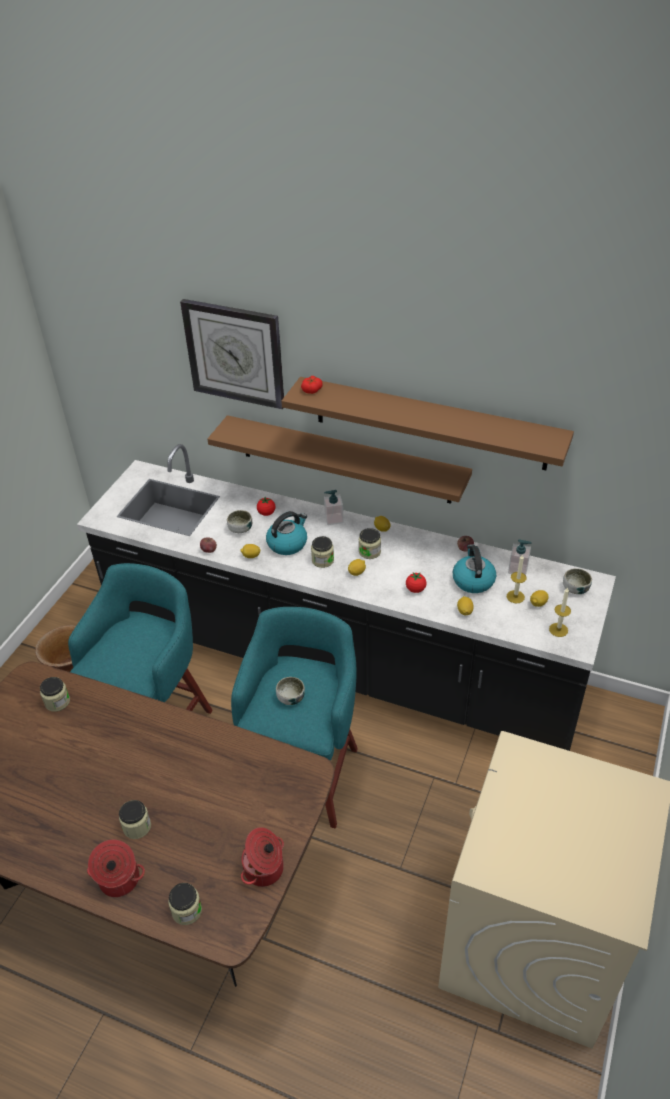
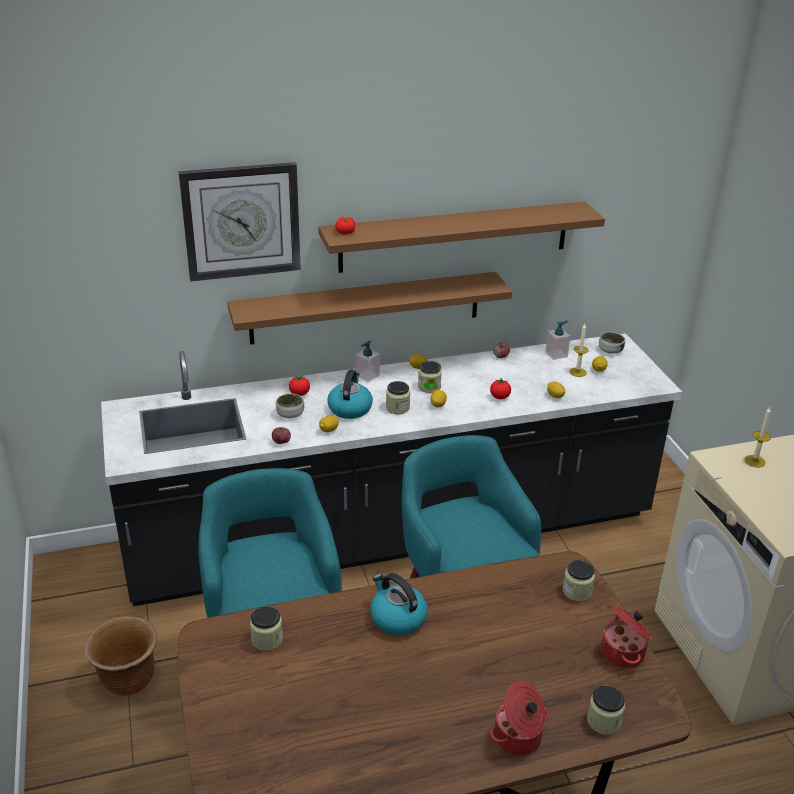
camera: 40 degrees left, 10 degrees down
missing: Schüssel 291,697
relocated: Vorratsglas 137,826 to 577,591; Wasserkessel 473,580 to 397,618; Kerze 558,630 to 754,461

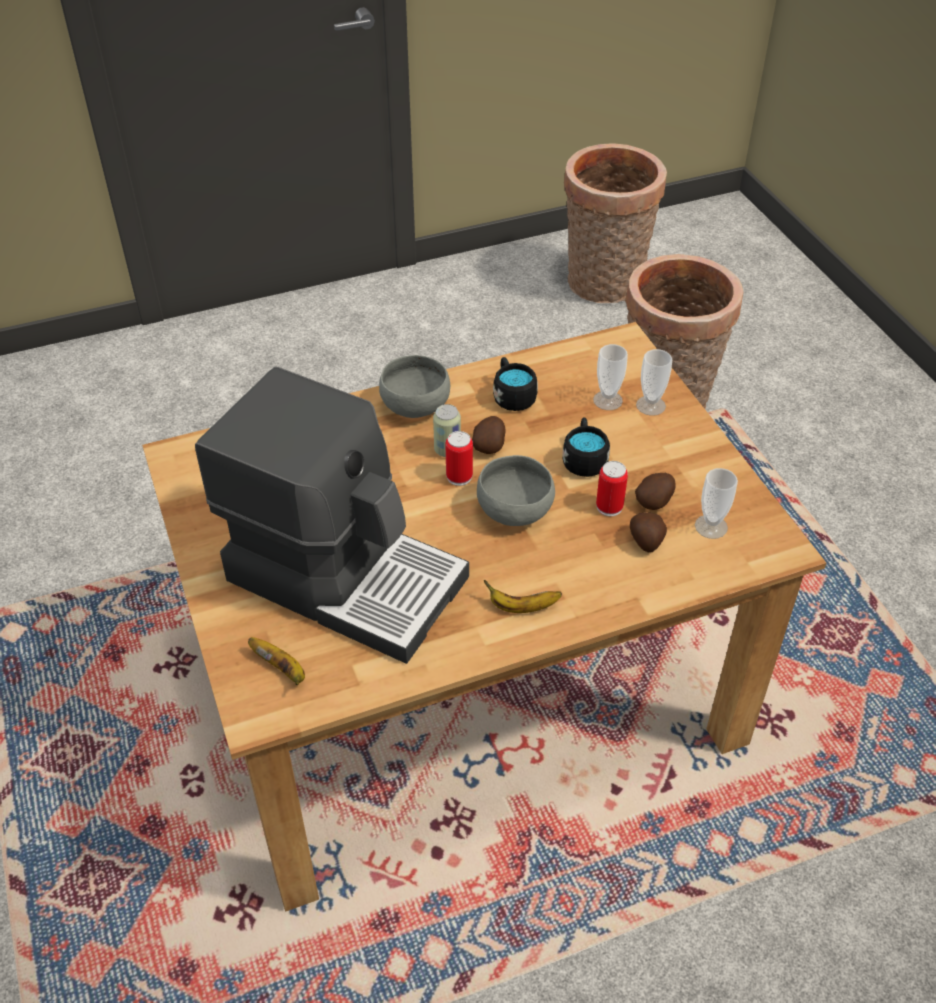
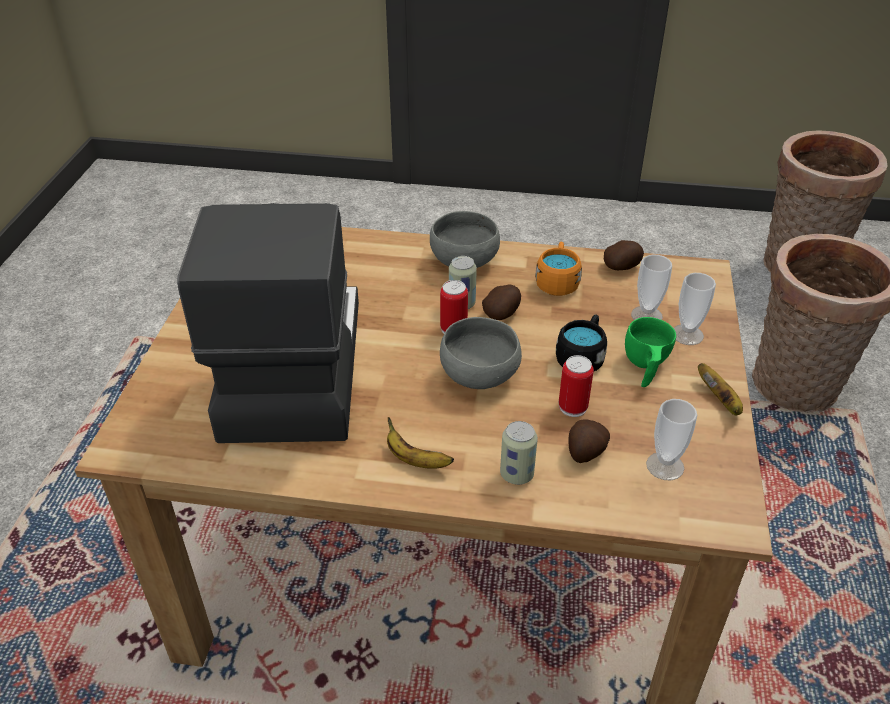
camera: 30 degrees right, 5 degrees down
appeared: Dose 516,474; Tasse/grün 645,367
relocated: Banane 282,669 to 720,401; Kartoffel 655,501 to 622,267
colour: Henkelbecher/schwarz 512,396 to Henkelbecher/orange 557,281
spun: Kaffeemaschine 346,575 = 290,370 150 degrees counterclockwise

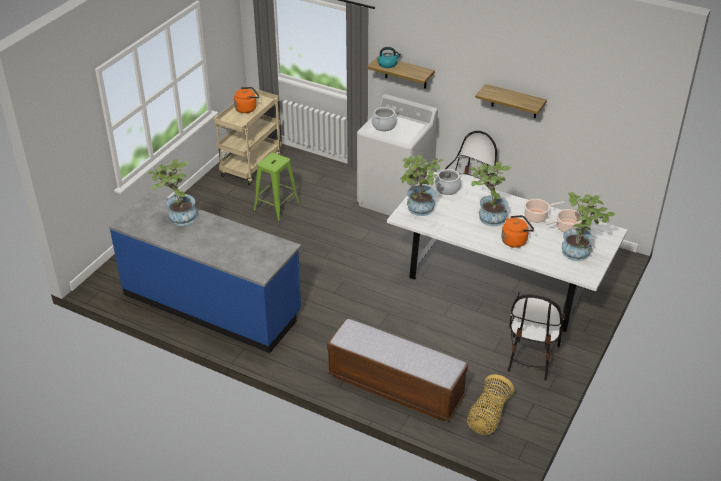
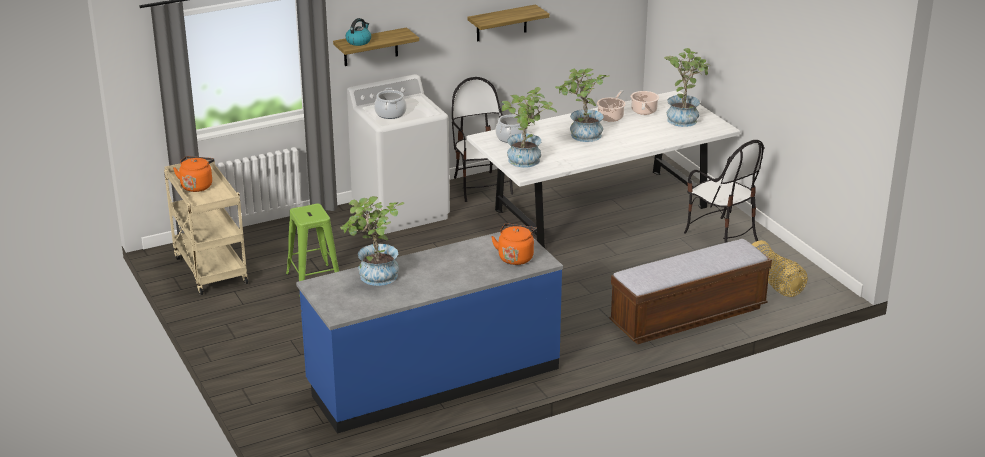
camera: 55 degrees left, 10 degrees down
relocated: Wasserkessel/orange 515,240 to 516,257

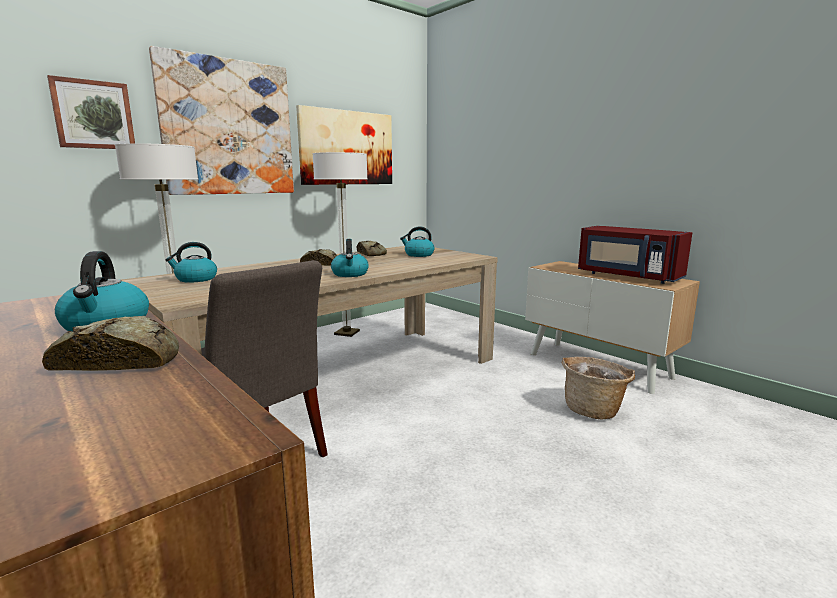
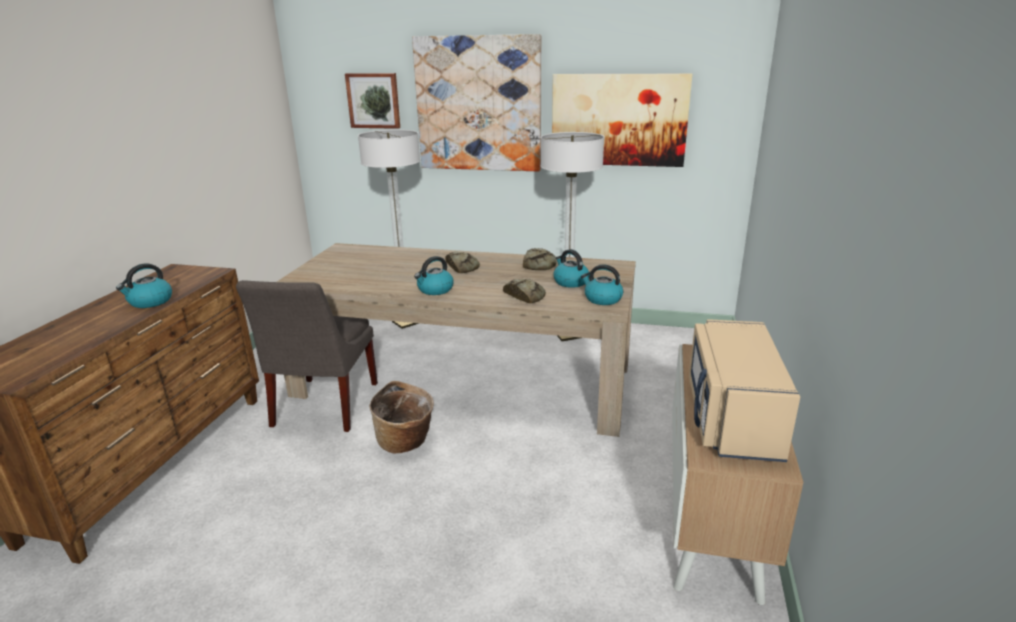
camera: 55 degrees right, 10 degrees up
relocated: Brot 120,360 to 525,295; Wasserkessel 195,279 to 602,299; Korb 593,410 to 405,442
colour: Mikrowelle/rot 628,276 to Mikrowelle/beige 731,418

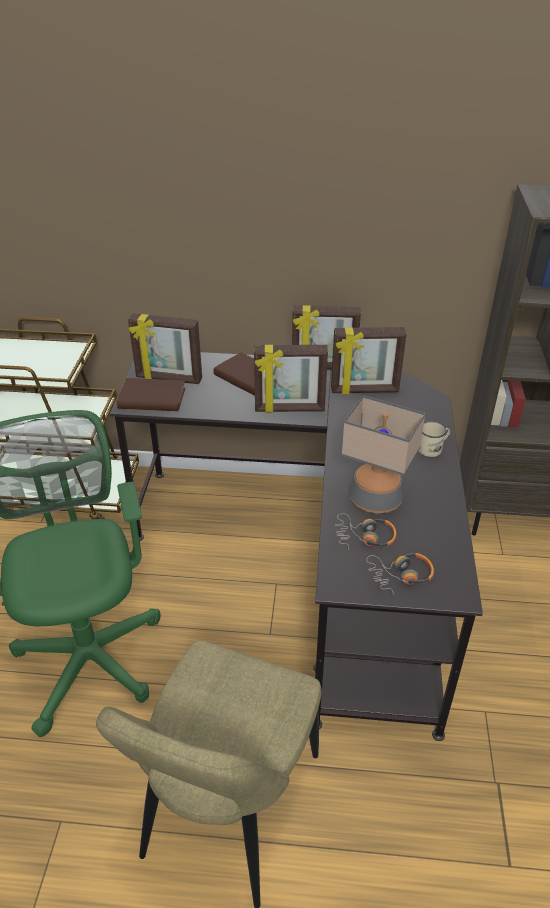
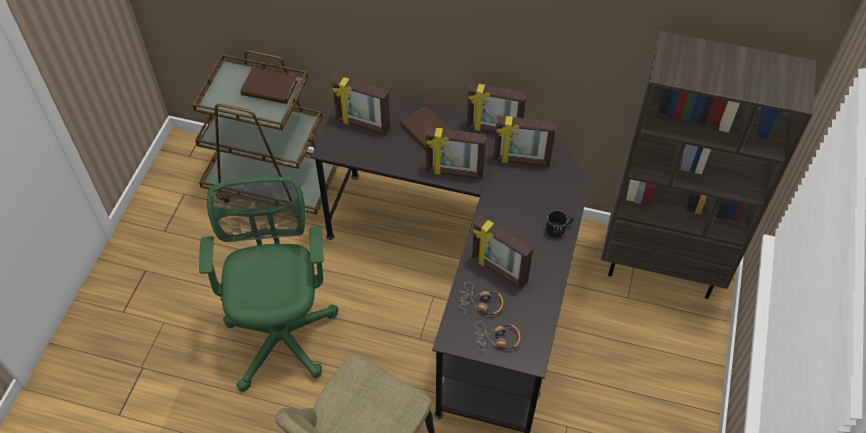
camera: 10 degrees right, 15 degrees up
relocated: Buch/braun 152,398 to 269,88
exchanged: Tischlampe 375,499 to Bilderrahmen 498,271
colour: Henkelbecher/beige 433,448 to Henkelbecher/schwarz 558,229

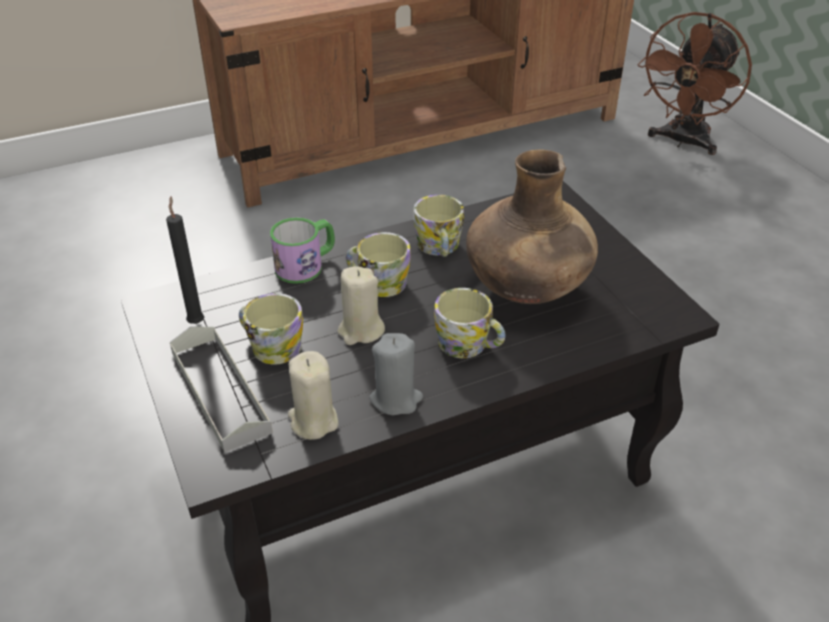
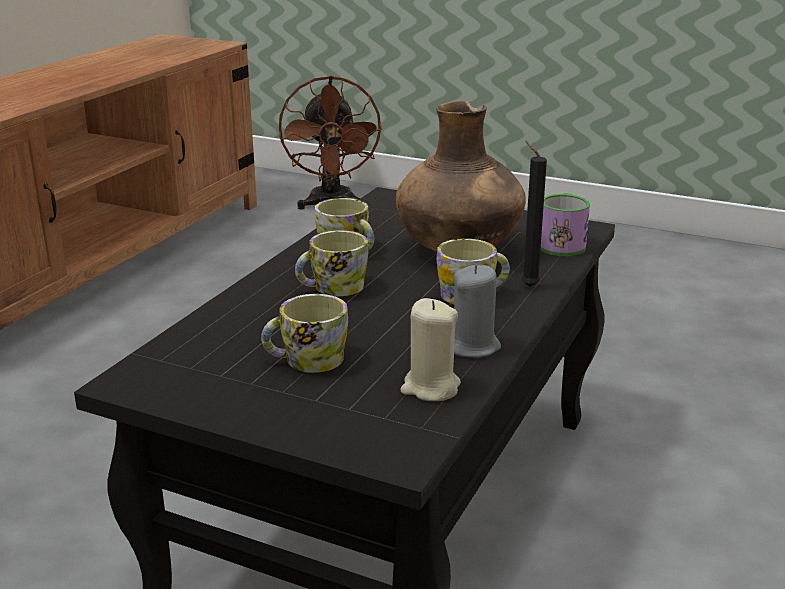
camera: 40 degrees left, 15 degrees down
missing: Tablett/grau 220,391; Kerze/beige 360,330
relocated: Kerze/schwarz 196,321 to 527,286; Henkelbecher 306,265 to 562,243

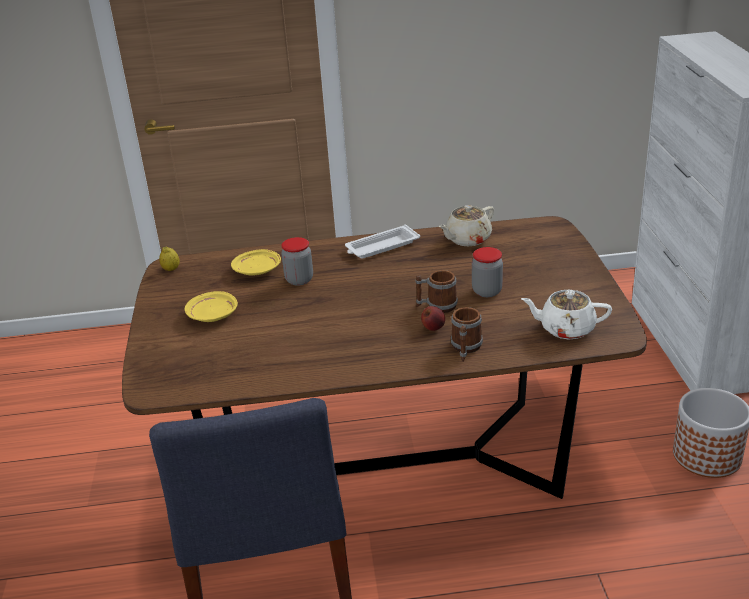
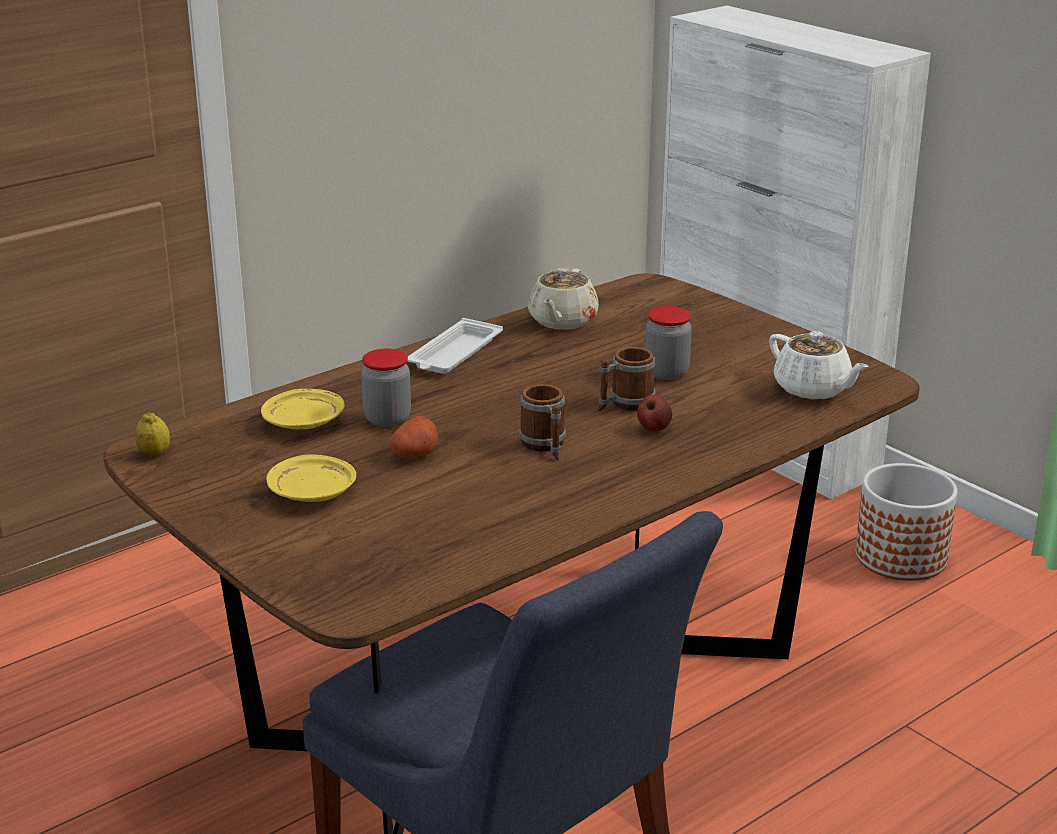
camera: 35 degrees left, 5 degrees down
appeared: Kartoffel 415,454
relocated: Henkelbecher 465,349 to 545,446
spun: Teekanne/weiß 566,328 = 813,389 105 degrees counterclockwise

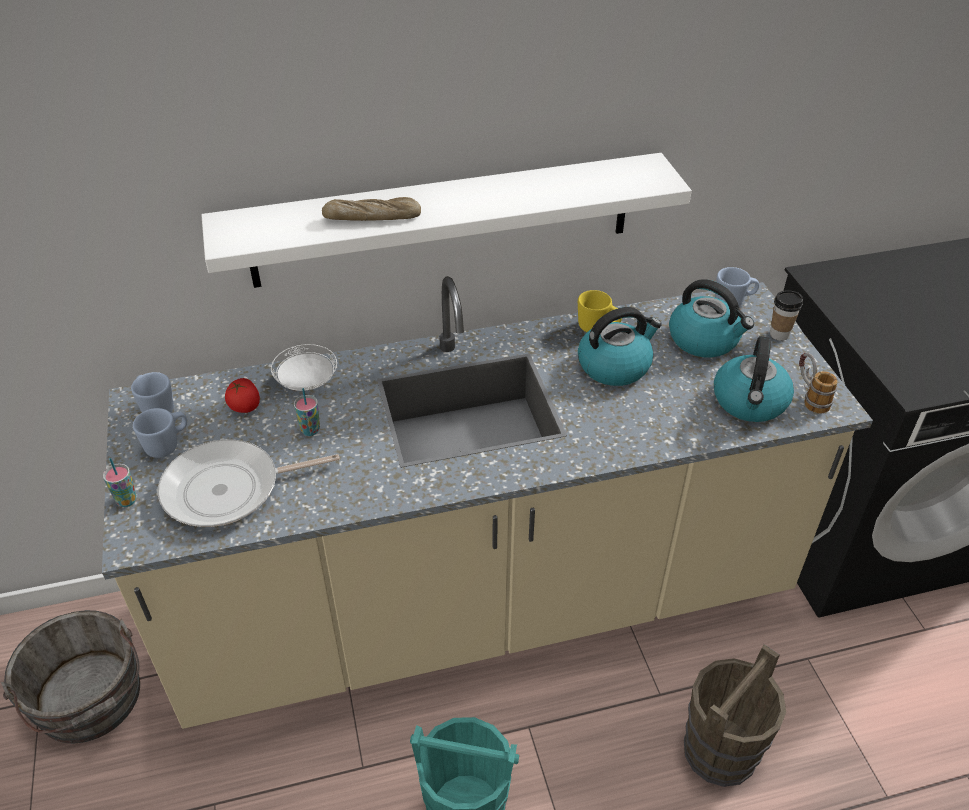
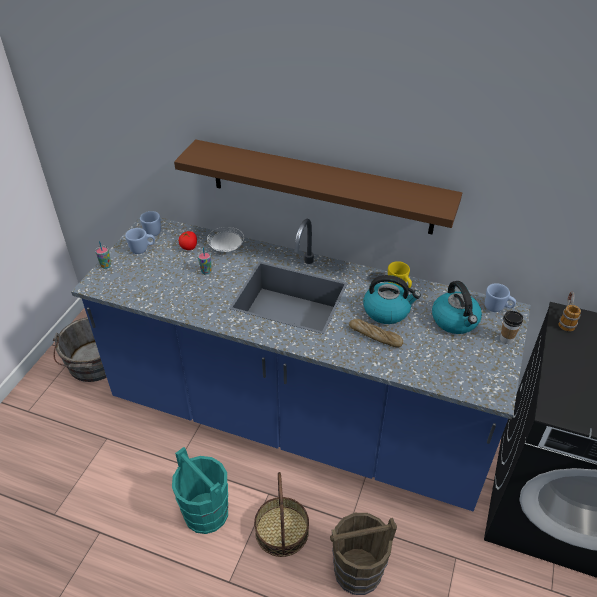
camera: 35 degrees right, 0 degrees up
missing: Pfanne 229,489; Wasserkessel 750,402
appeared: Korb 281,530
relocated: Brot 372,217 to 375,336; Henkelbecher 809,397 to 566,320
colour: Küchenzeile/beige 484,601 to Küchenzeile/blau 298,419; Wandregal/weiß 443,220 to Wandregal/braun 320,187

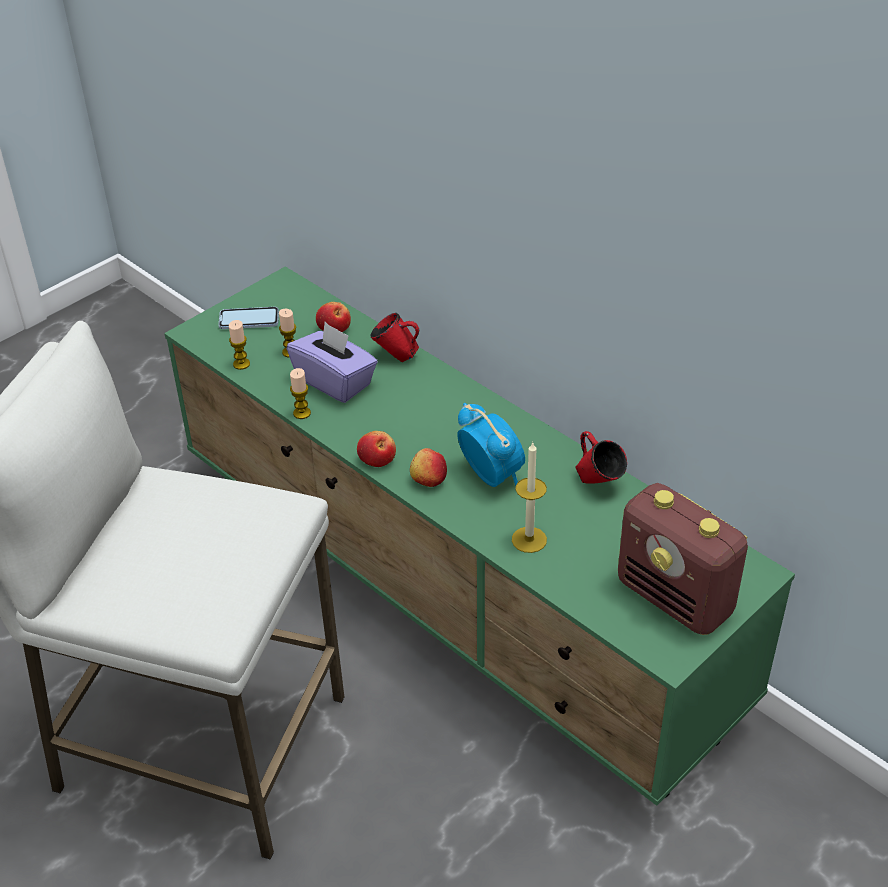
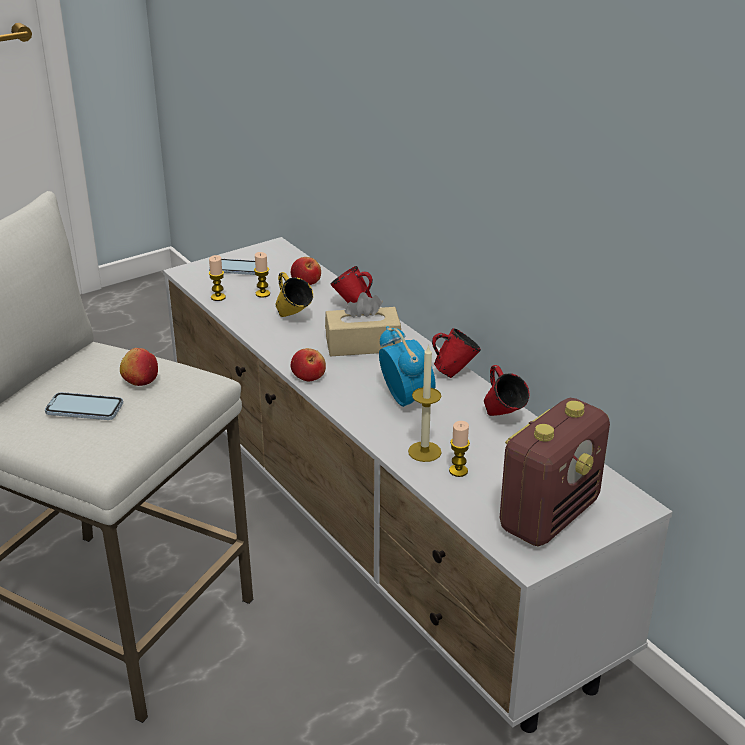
camera: 10 degrees right, 10 degrees down
appeared: Handy 84,408; Taschentuchbox/beige 362,344; Henkelbecher/rot 454,372
relocated: Kerze 302,413 to 458,471; Apfel 428,479 to 140,381
exchanged: Taschentuchbox/lila 335,381 to Henkelbecher/gelb 293,318
colour: Fernsehschrank/grün 450,595 to Fernsehschrank/weiß 374,533
spun: Radio 676,598 = 549,515 105 degrees counterclockwise

